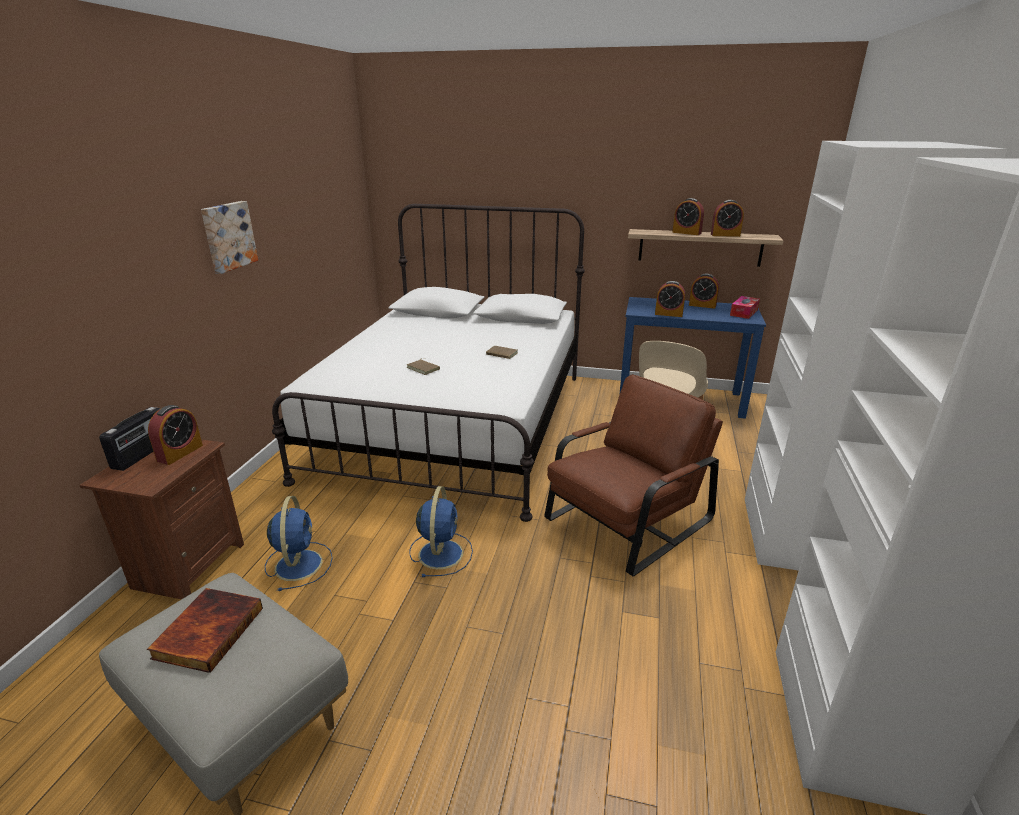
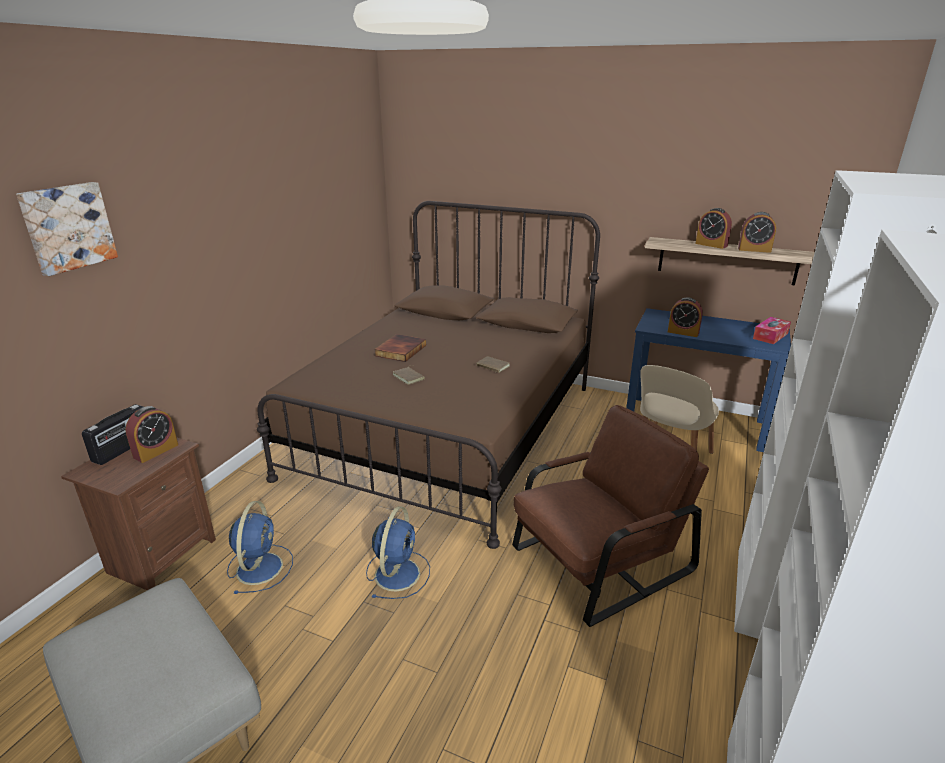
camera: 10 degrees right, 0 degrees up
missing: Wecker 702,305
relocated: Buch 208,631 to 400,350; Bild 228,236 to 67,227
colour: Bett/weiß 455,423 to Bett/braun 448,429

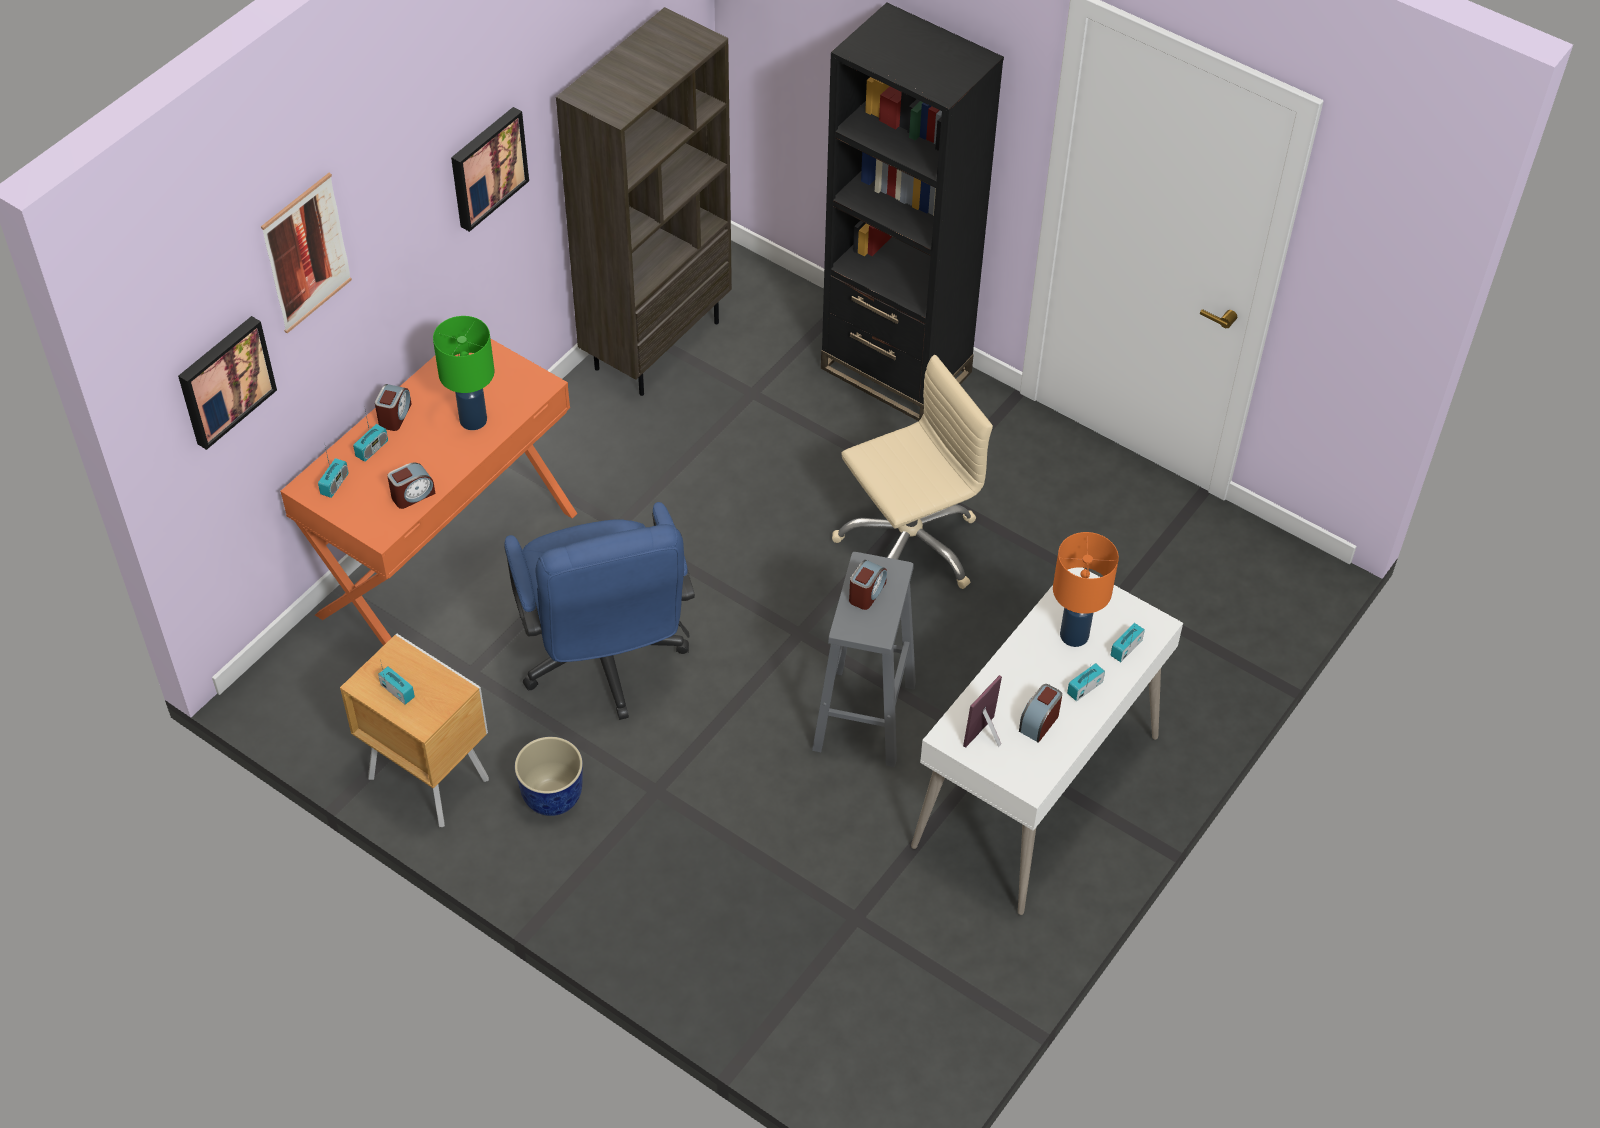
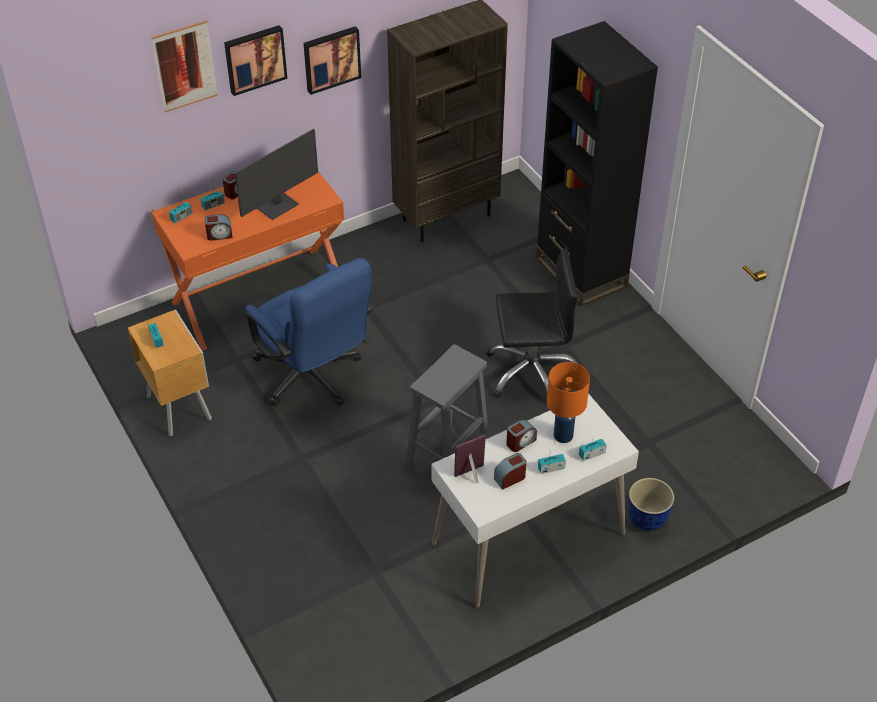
camera: 25 degrees right, 5 degrees down
relocated: Bild 224,380 to 254,59; Pflanzkübel 551,797 to 646,519; Wecker 867,593 to 520,442
exchanged: Tischlampe/grün 473,419 to Monitor 277,206
colour: Bürostuhl/beige 908,545 to Bürostuhl/schwarz 531,372
spun: Bürostuhl/blau 605,663 = 314,379 45 degrees counterclockwise

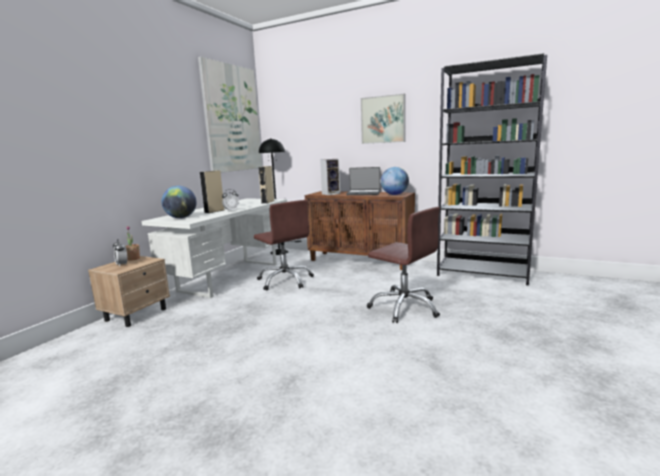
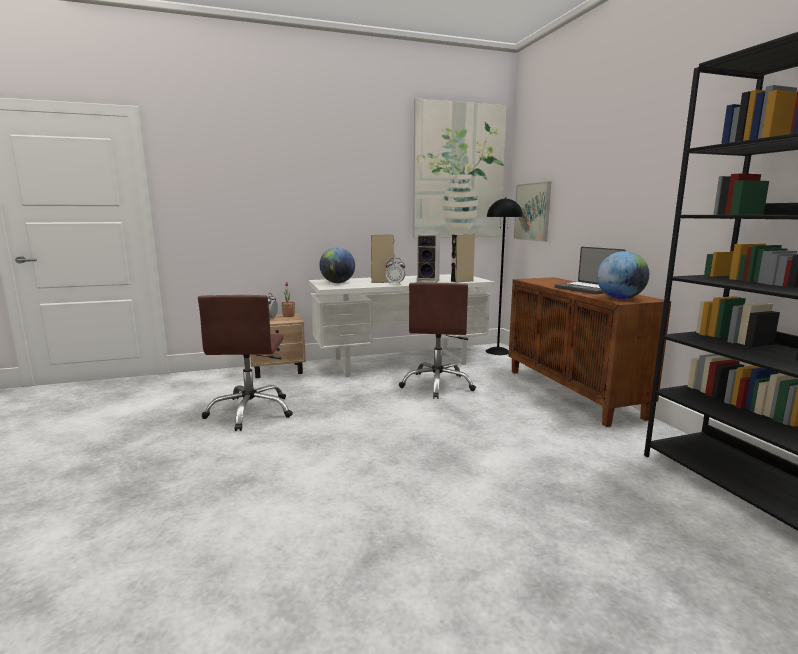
camera: 45 degrees right, 0 degrees up
relocated: Lautsprecher 331,193 to 429,281; Bild 383,119 to 532,212; Bürostuhl/braun 404,307 to 251,412

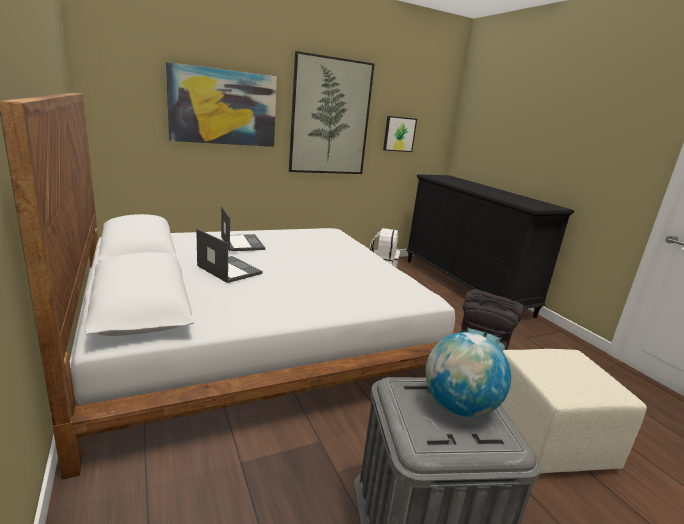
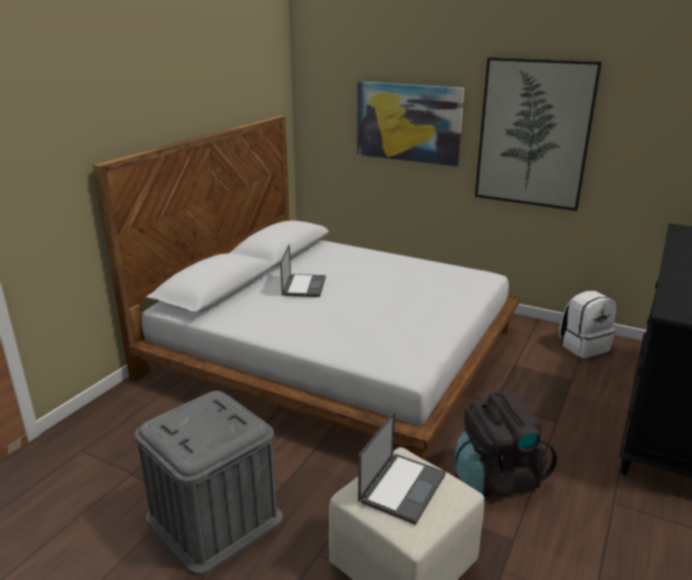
camera: 55 degrees right, 5 degrees up
missing: Bild 399,134; Globus 459,407
relocated: Laptop 242,243 to 402,486

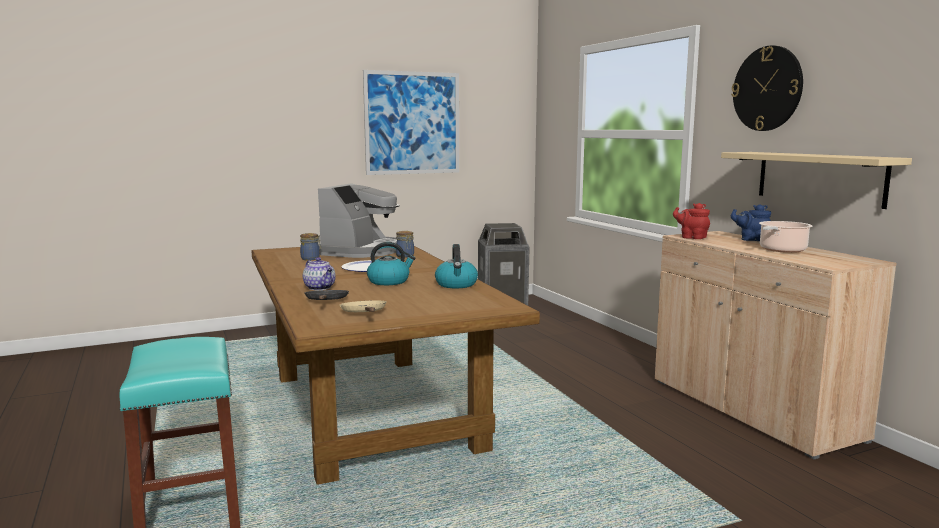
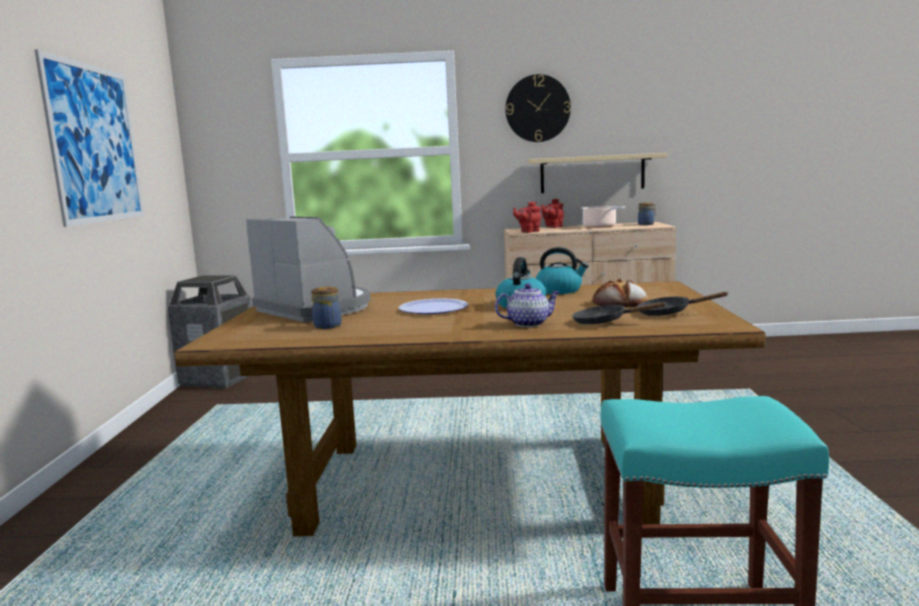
camera: 65 degrees left, 0 degrees up
appeared: Brot 620,303
relocated: Vorratsglas 405,256 to 646,224
colour: Pfanne/beige 364,314 to Pfanne/schwarz 669,313; Teekanne/blau 751,239 to Teekanne/rot 552,227

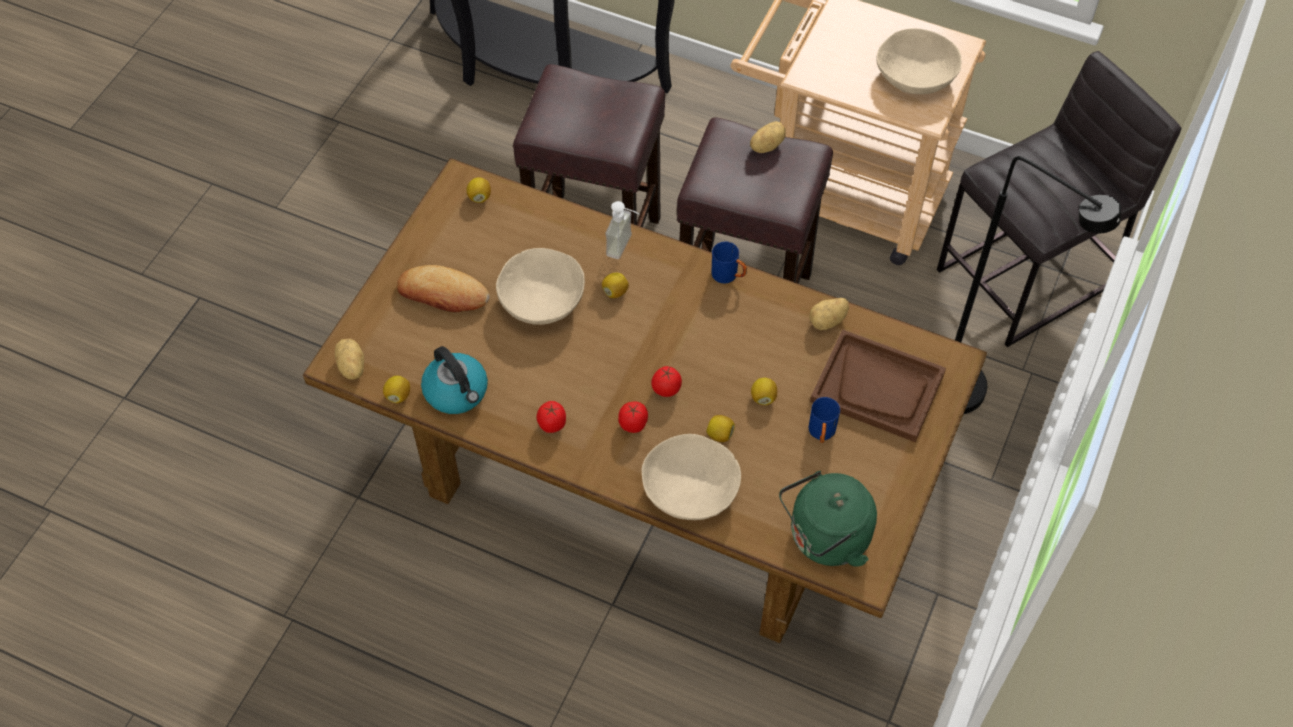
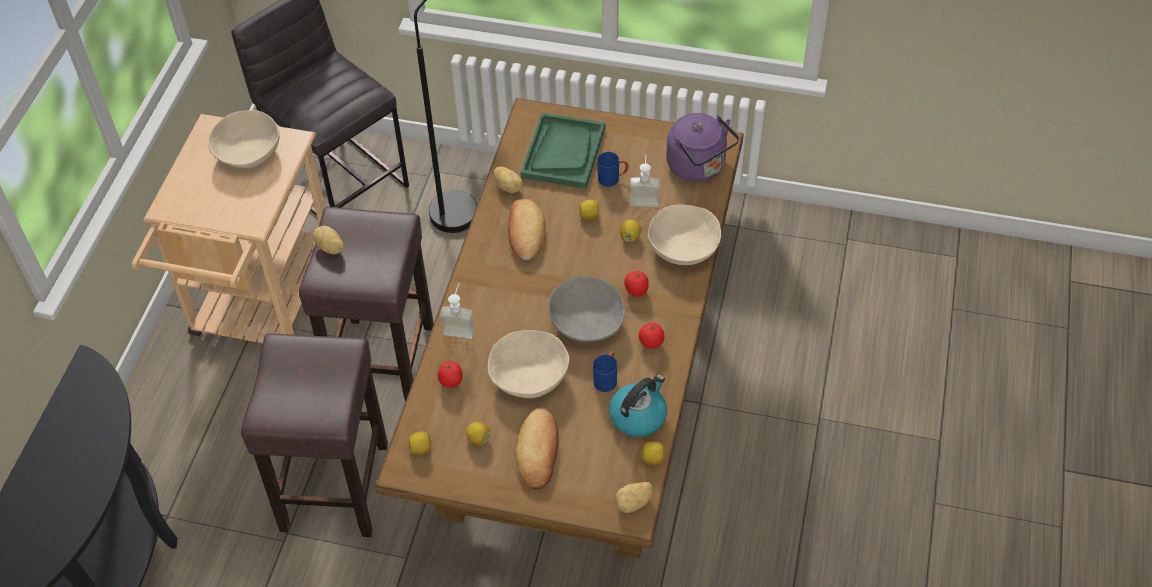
camera: 100 degrees left, 5 degrees down
appeared: Brot 525,233; Schüssel/grau 586,322; Seifenspender 644,197
relocated: Zitrone 615,292 to 479,439; Tomate 666,390 to 451,382; Henkelbecher/blau 729,276 to 606,378
colour: Wasserkessel/grün 825,538 to Wasserkessel/lila 699,167; Tablett/braun 878,387 to Tablett/grün 563,152

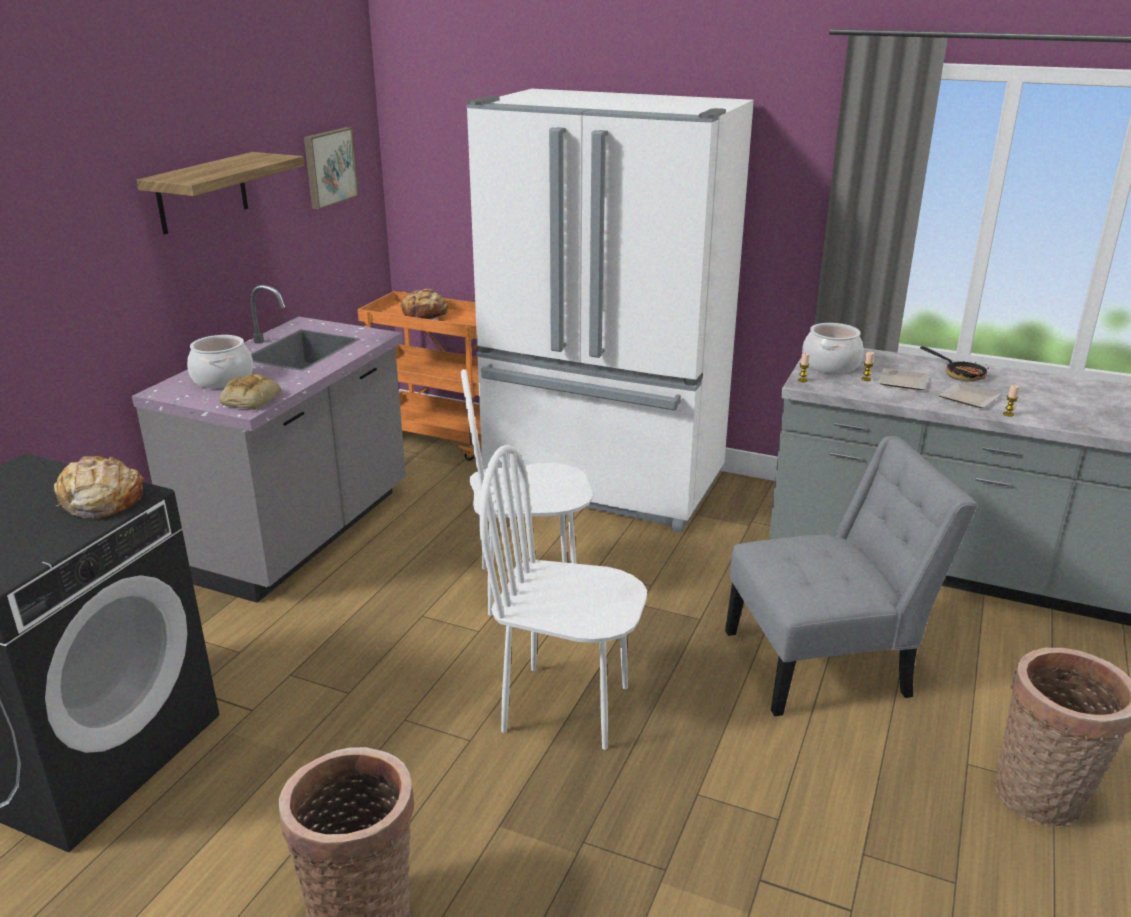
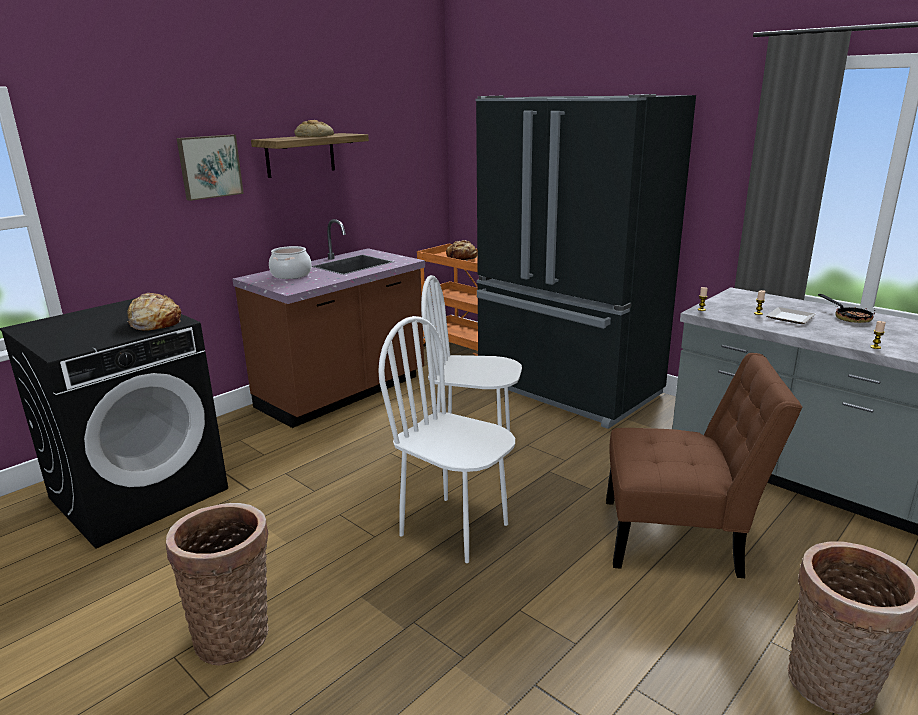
camera: 20 degrees right, 5 degrees down
missing: Kochtopf 830,365; Teller 966,398
relocated: Brot 250,399 to 314,136; Bild 328,167 to 209,166
colour: Küchenzeile/grau 301,535 to Küchenzeile/braun 343,393; Kühlschrank/weiß 603,484 to Kühlschrank/schwarz 567,390; Stuhl/grau 826,662 to Stuhl/braun 680,538

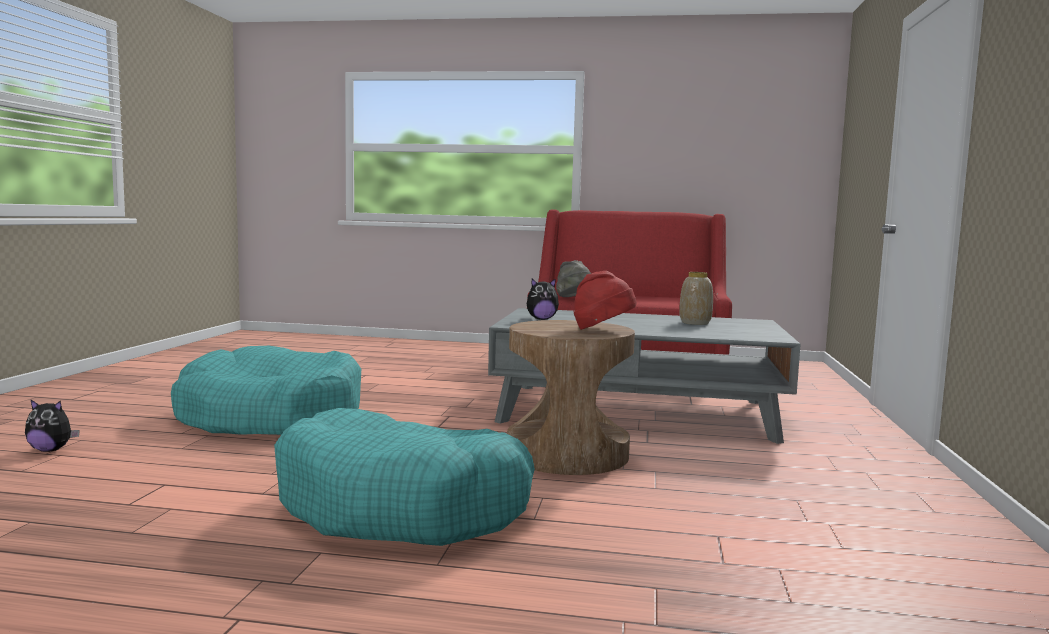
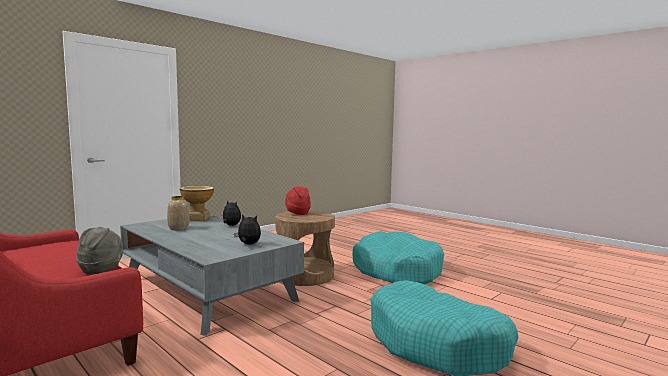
camera: 145 degrees left, 0 degrees up
appeared: Vase 198,219
relocated: Plüschtier 51,450 to 230,225

